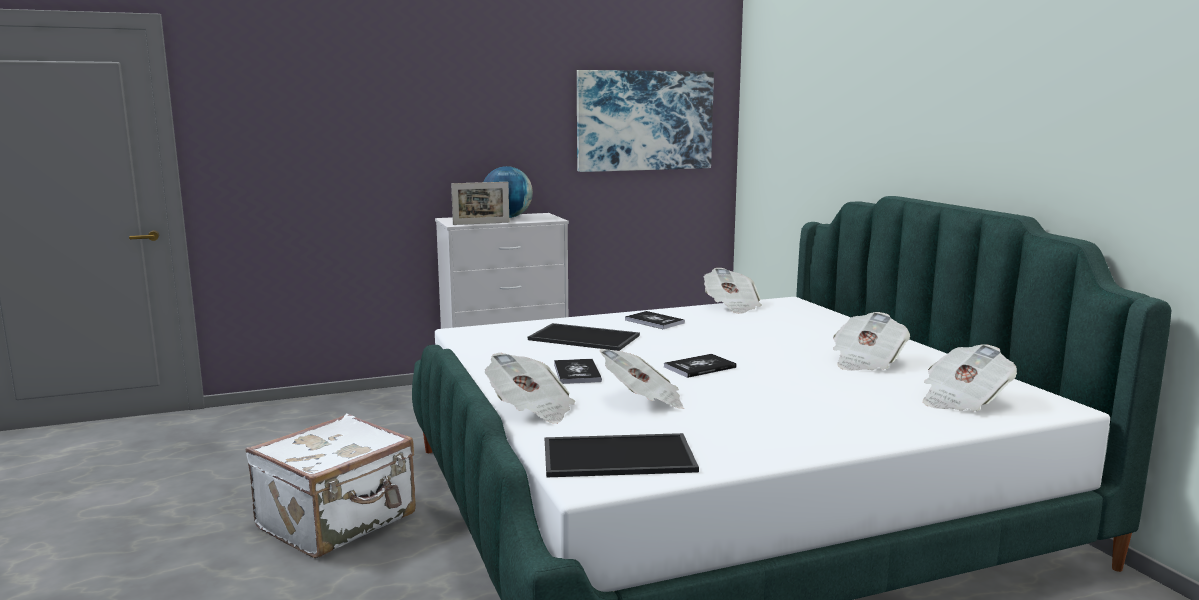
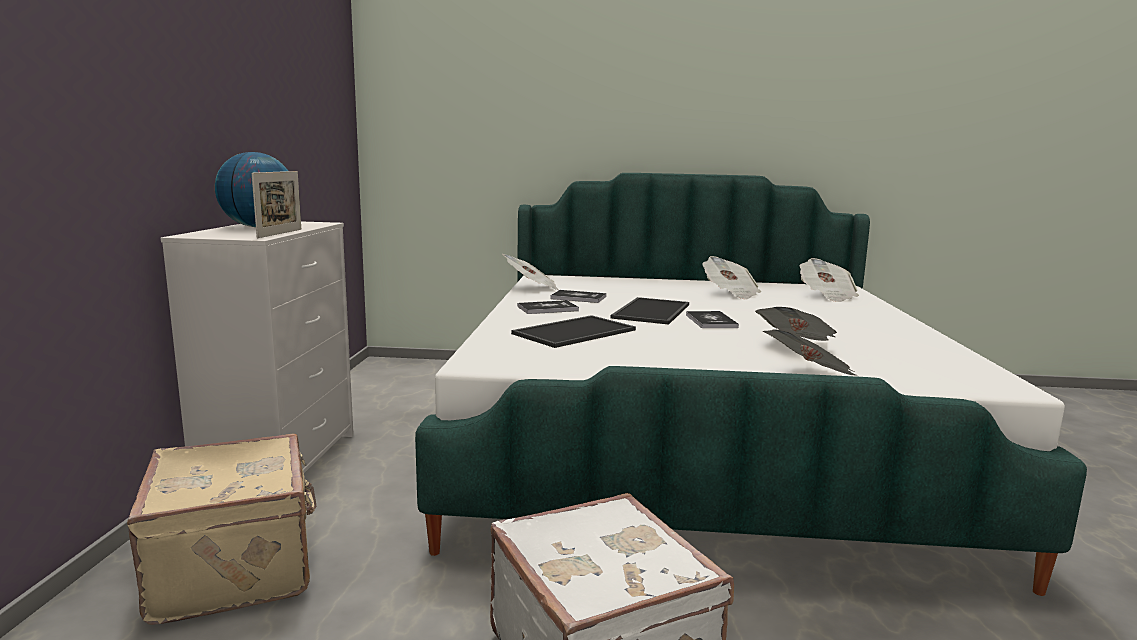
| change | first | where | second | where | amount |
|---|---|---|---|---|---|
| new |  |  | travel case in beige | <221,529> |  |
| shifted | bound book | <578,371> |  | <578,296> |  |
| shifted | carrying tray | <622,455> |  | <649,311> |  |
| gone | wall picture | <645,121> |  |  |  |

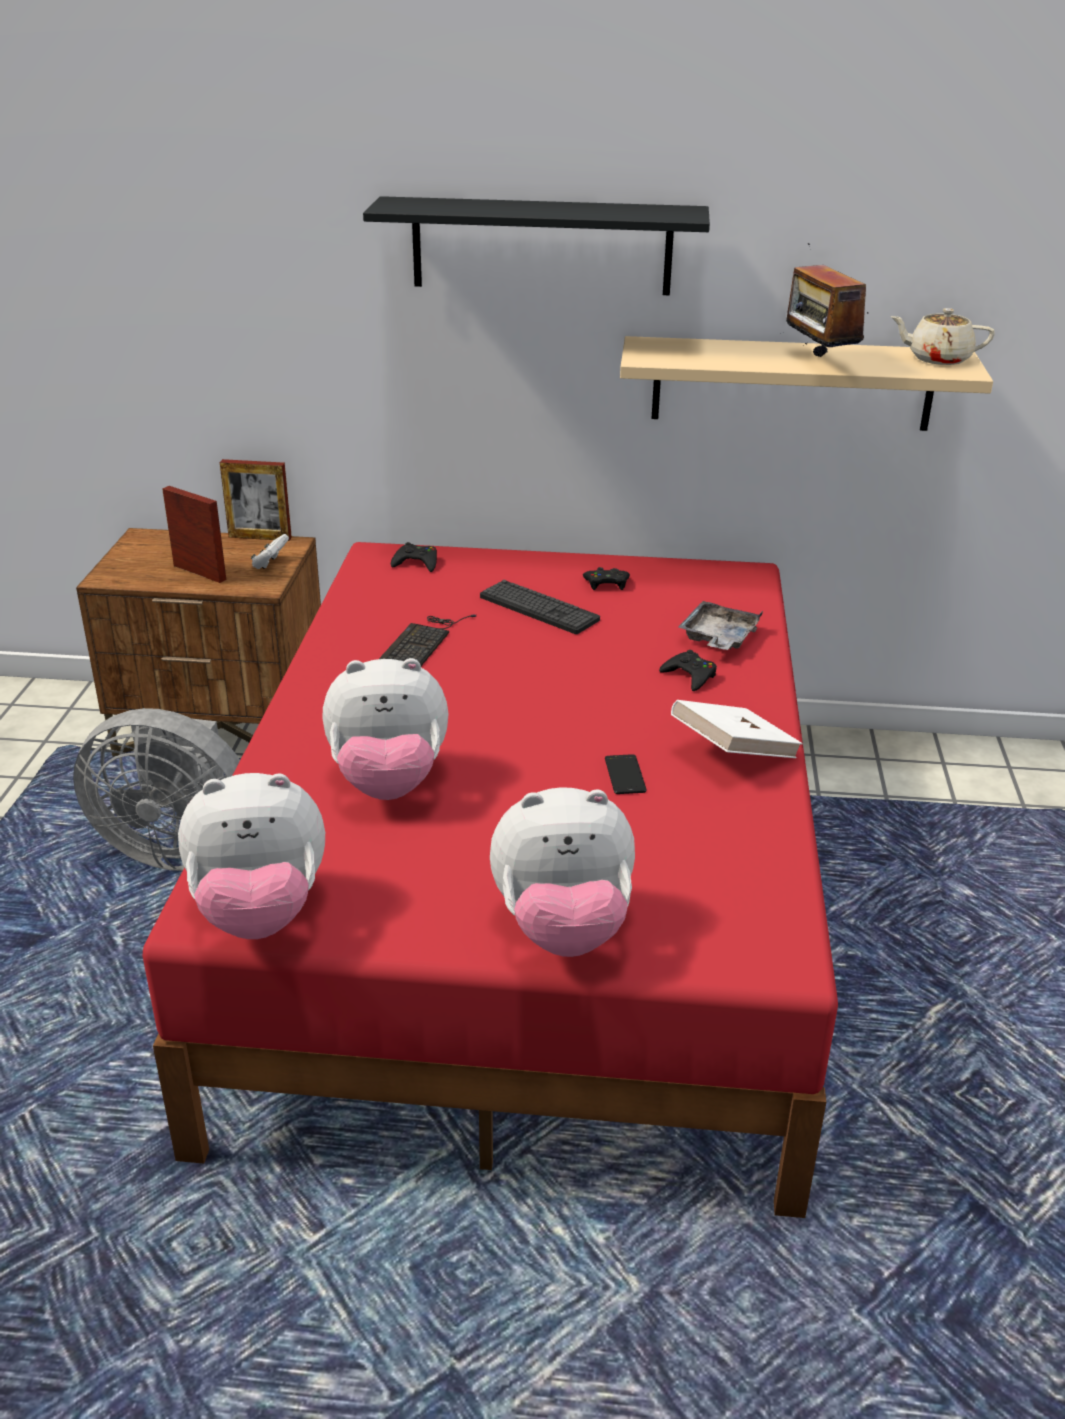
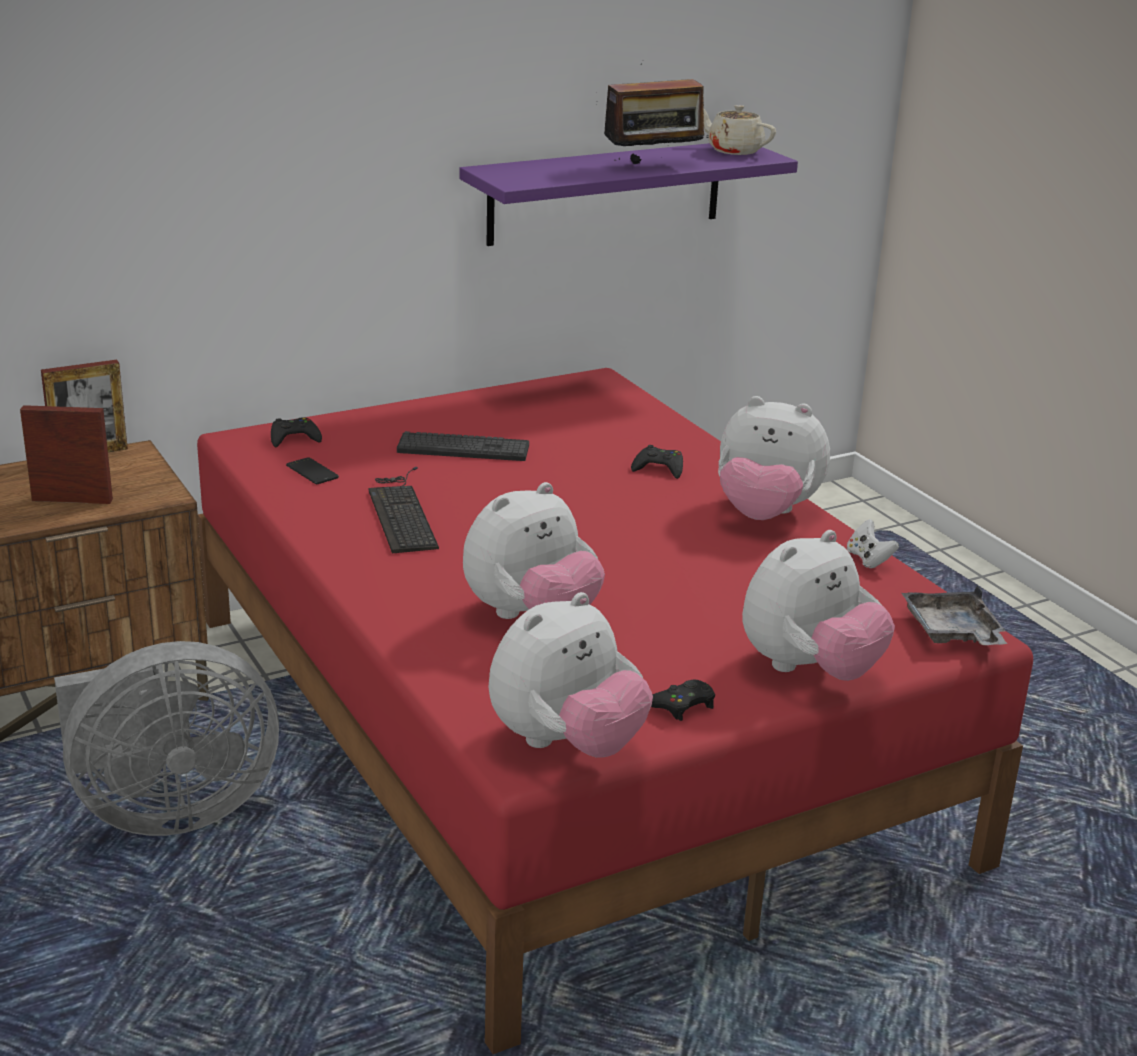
| change | first | where | second | where | amount |
|---|---|---|---|---|---|
| shifted | handset | <625,774> |  | <312,470> |  |
| repainted | wall shelf in beige | <806,383> | wall shelf in purplish | <628,194> |  |
| rotated | radio | <824,300> |  | <653,114> | 60 degrees counterclockwise |
| shifted | gamepad in black | <606,578> |  | <683,700> |  |
| rotated | pot for tea in beige | <942,336> |  | <740,130> | 60 degrees clockwise |
| swapped | bound book in white-coloured | <737,729> | soft toy | <774,458> |  |
| shifted | gamepad in white-coloured | <270,551> |  | <873,543> |  |
| shifted | carrying tray in greyish | <720,625> |  | <954,615> |  |
| gone | wall shelf in black | <536,245> |  |  |  |

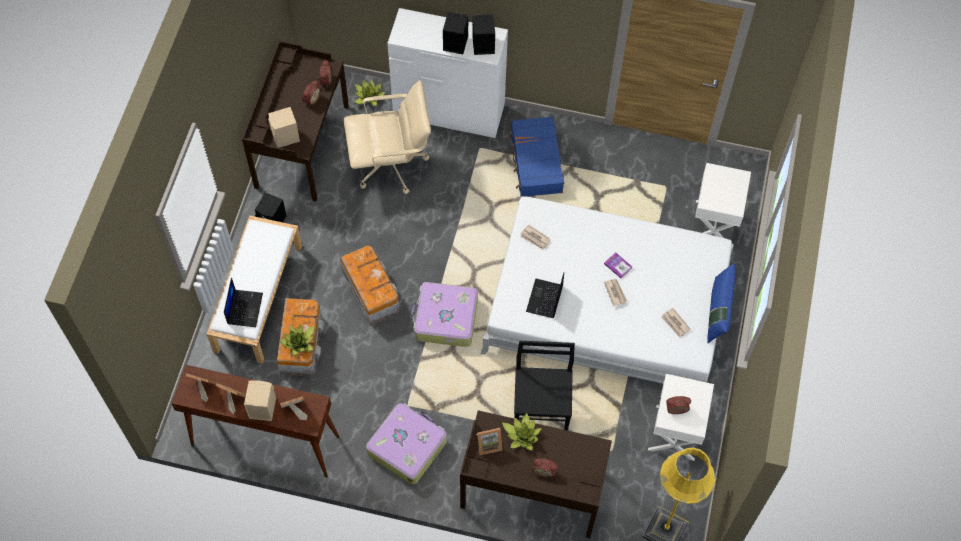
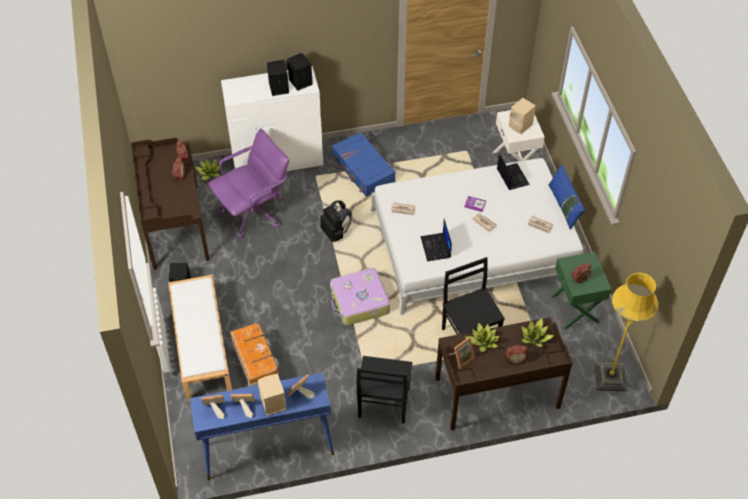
| change | first | where | second | where | amount |
|---|---|---|---|---|---|
| repainted | hall table in brown-coloured | <255,421> | hall table in blue-coloured | <262,427> |  |
| repainted | office chair in beige | <387,137> | office chair in purplish | <248,182> |  |
| new |  |  | backpack in black | <336,221> |  |
| swapped | travel case | <406,444> | plain chair in black | <384,389> |  |
| shifted | laptop | <243,302> |  | <513,172> |  |
| shifted | loudspeaker in beige | <284,127> |  | <522,116> |  |
| shifted | potted plant | <297,339> |  | <537,332> |  |
| repainted | night table in white-coloured | <681,417> | night table in green | <581,290> |  |
| gone | storage box | <370,285> |  |  |  |

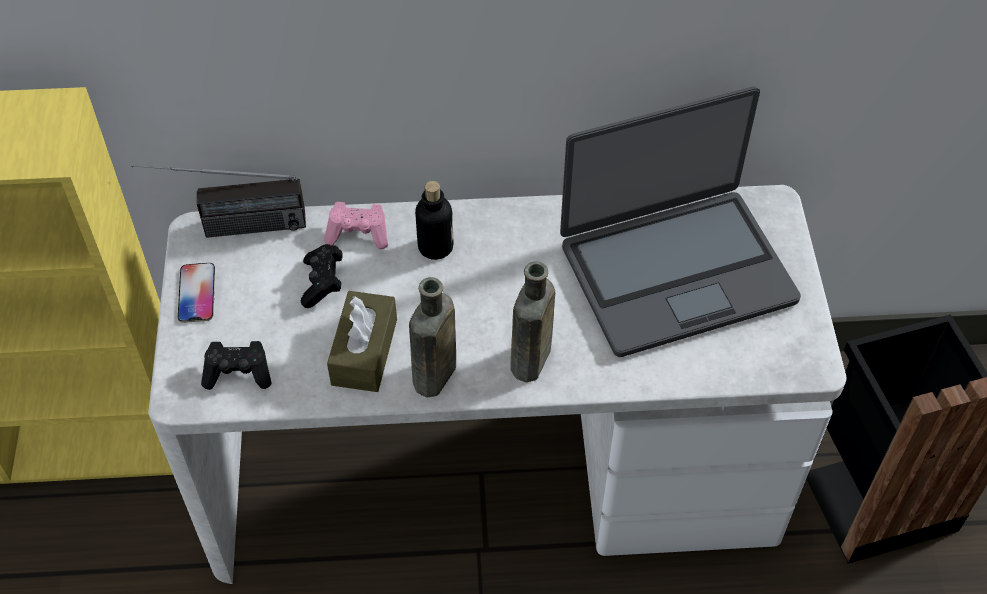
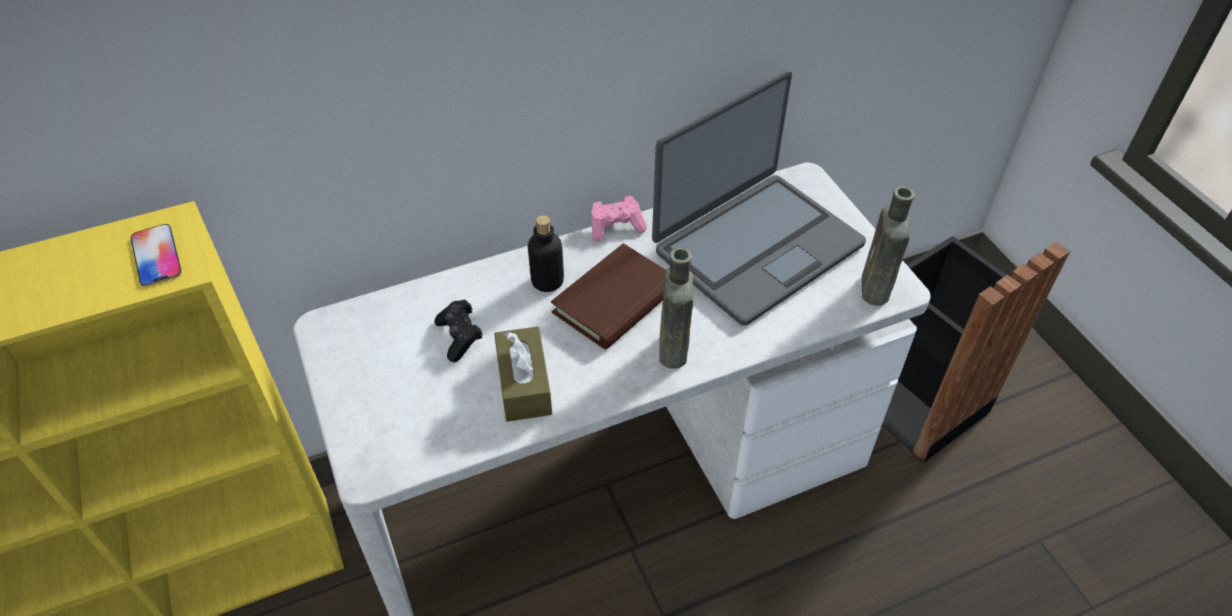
| change | first | where | second | where | amount |
|---|---|---|---|---|---|
| shifted | handset | <196,293> |  | <156,255> |  |
| new |  |  | bound book in brown-coloured | <608,296> |  |
| shifted | gamepad in pinkish | <356,225> |  | <619,218> |  |
| shifted | drink bottle in brown-coloured | <432,337> |  | <888,246> |  |
| gone | radio | <218,201> |  |  |  |
| gone | gamepad in black | <236,365> |  |  |  |

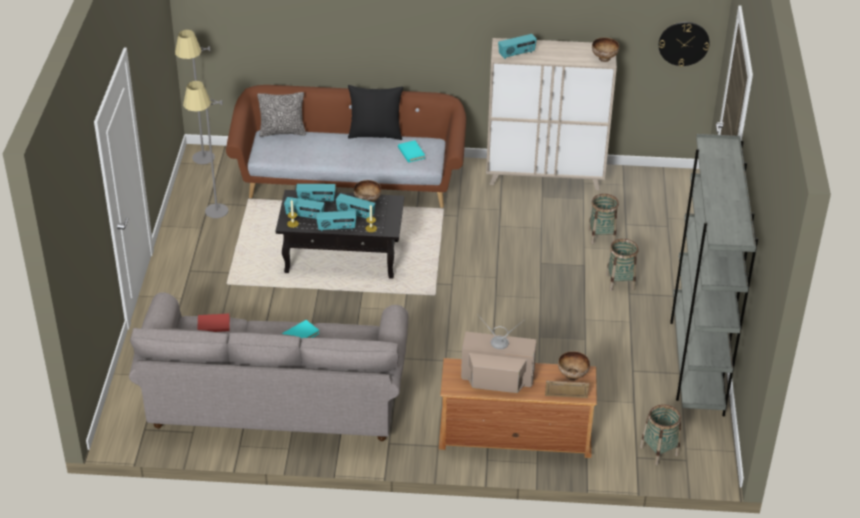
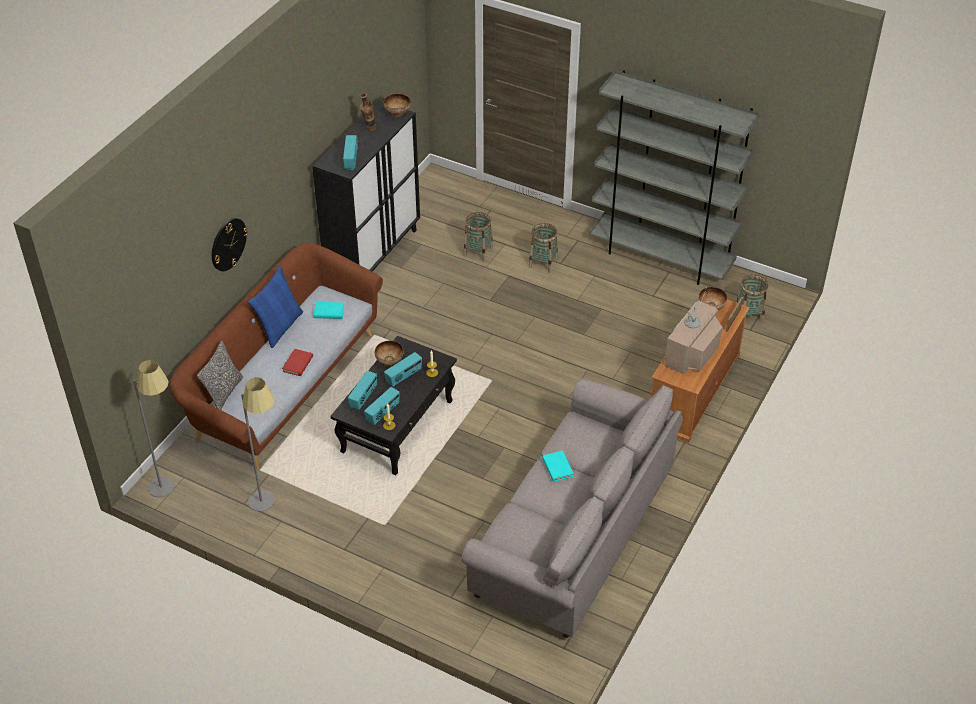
| change | first | where | second | where | amount |
|---|---|---|---|---|---|
| shifted | hanging clock | <684,44> |  | <230,244> |  |
| repainted | cushion in black | <375,112> | cushion in blue-coloured | <275,307> |  |
| shifted | bound book in red | <214,323> |  | <297,362> |  |
| repainted | cabinet in beige | <551,114> | cabinet in black | <366,186> |  |
| new |  |  | flower vase | <367,111> |  |
| gone | radio | <336,221> |  |  |  |

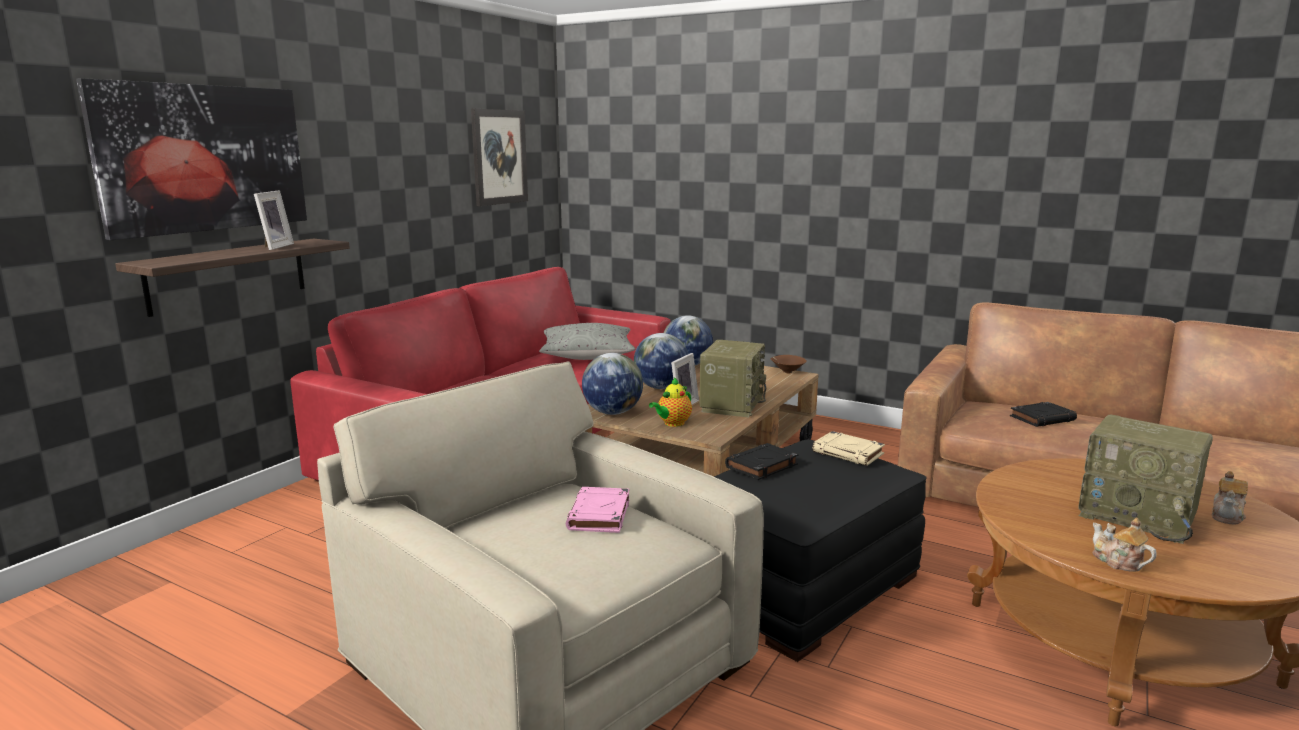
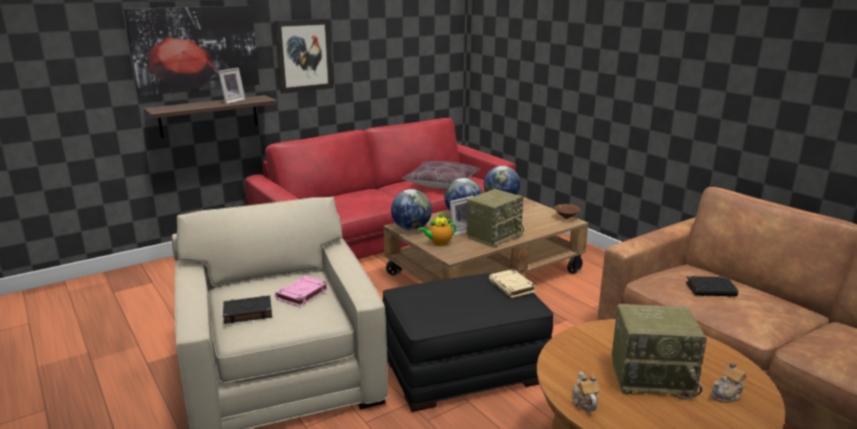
| change | first | where | second | where | amount |
|---|---|---|---|---|---|
| shifted | bound book in black | <761,461> |  | <247,309> |  |
| shifted | wall picture | <499,157> |  | <304,56> |  |
| repainted | cushion in greyish | <587,341> | cushion in brown-coloured | <441,174> |  |
| rotated | radio | <1145,479> |  | <659,352> | 60 degrees counterclockwise |

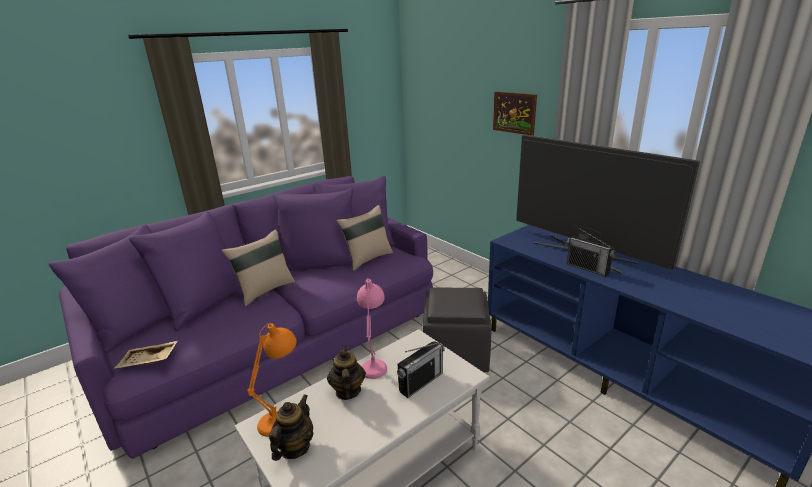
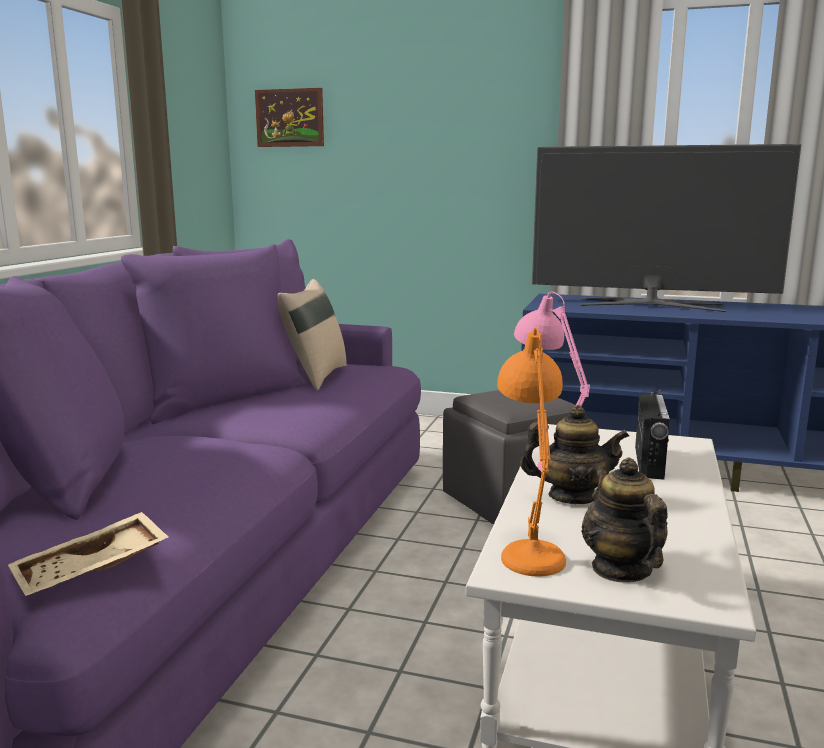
| change | first | where | second | where | amount |
|---|---|---|---|---|---|
| shifted | wall picture | <515,114> |  | <289,117> |  |
| rotated | pot for tea | <346,372> |  | <574,454> | 135 degrees clockwise |
| gone | cushion in beige | <258,267> |  |  |  |
| gone | radio | <591,252> |  |  |  |

